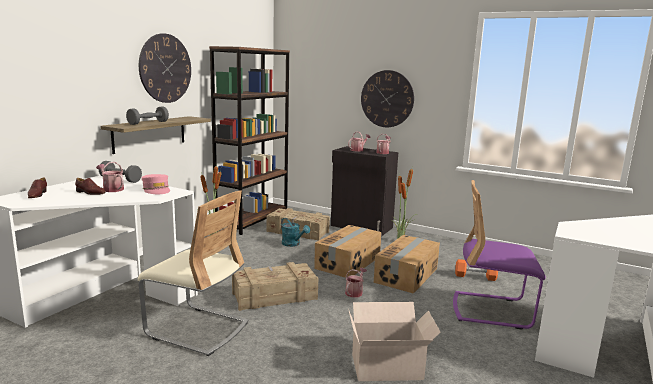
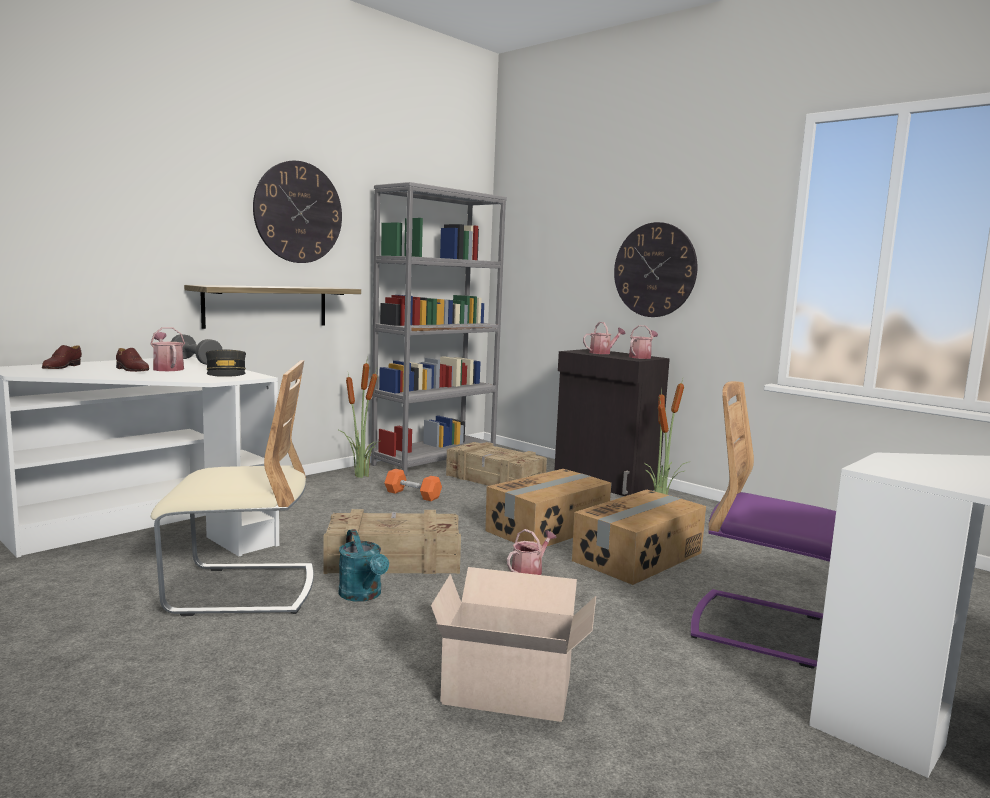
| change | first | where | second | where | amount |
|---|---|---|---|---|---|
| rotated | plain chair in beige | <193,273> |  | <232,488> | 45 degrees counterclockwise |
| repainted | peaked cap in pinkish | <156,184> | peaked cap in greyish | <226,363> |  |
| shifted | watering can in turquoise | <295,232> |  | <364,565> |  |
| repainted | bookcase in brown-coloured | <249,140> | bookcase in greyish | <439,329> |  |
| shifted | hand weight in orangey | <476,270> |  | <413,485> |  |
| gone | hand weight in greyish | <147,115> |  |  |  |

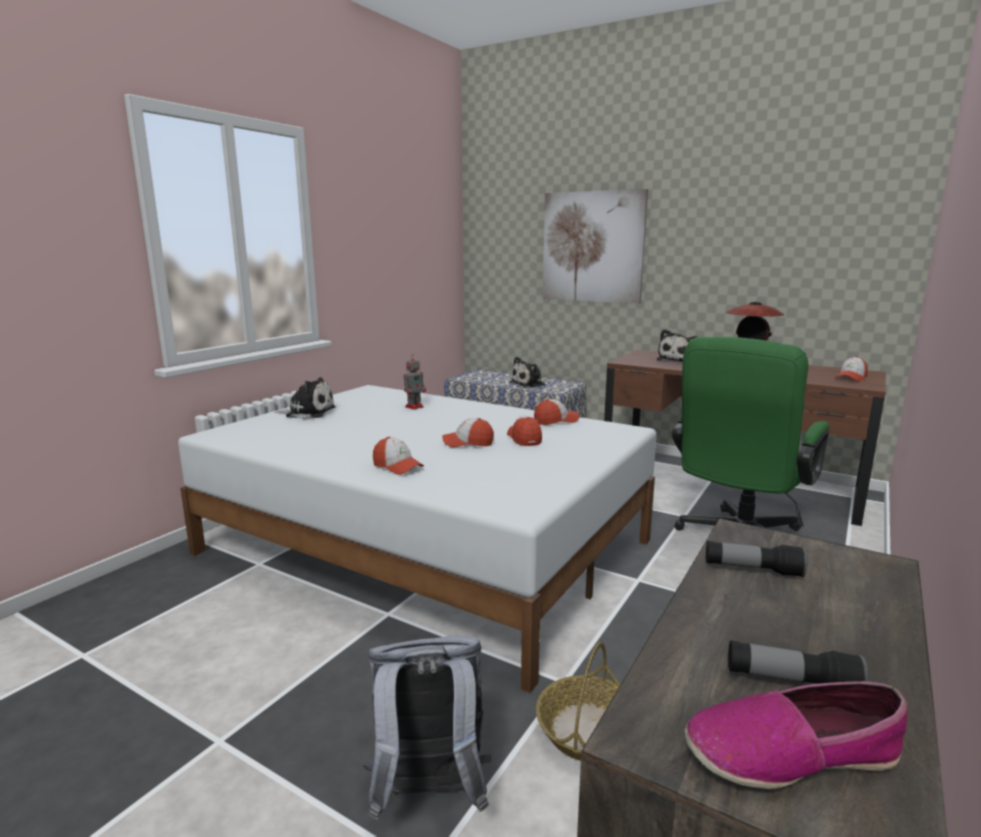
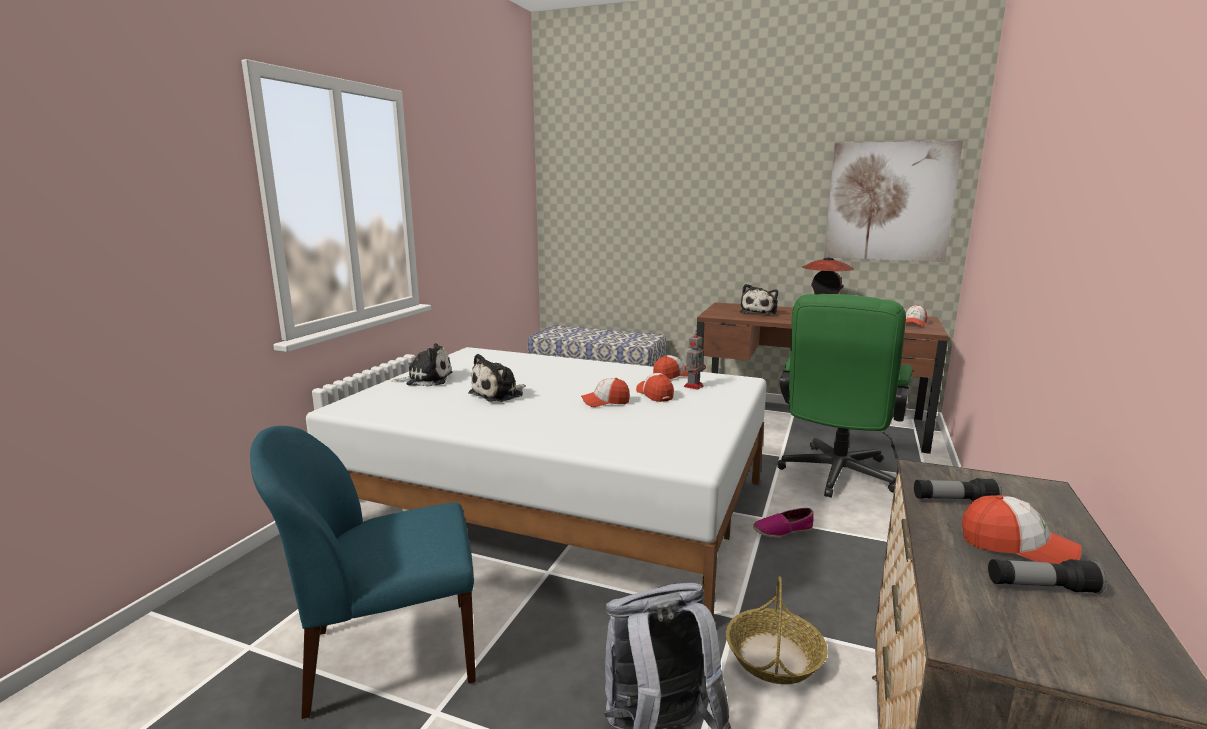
| change | first | where | second | where | amount |
|---|---|---|---|---|---|
| new |  |  | plain chair in blue-coloured | <363,572> |  |
| shifted | soft toy | <528,372> |  | <497,378> |  |
| shifted | robot figure | <415,382> |  | <695,360> |  |
| shifted | item of footwear | <796,735> |  | <783,523> |  |
| shifted | wall picture | <595,246> |  | <893,201> |  |
| shifted | peaked cap | <398,456> |  | <1022,529> |  |

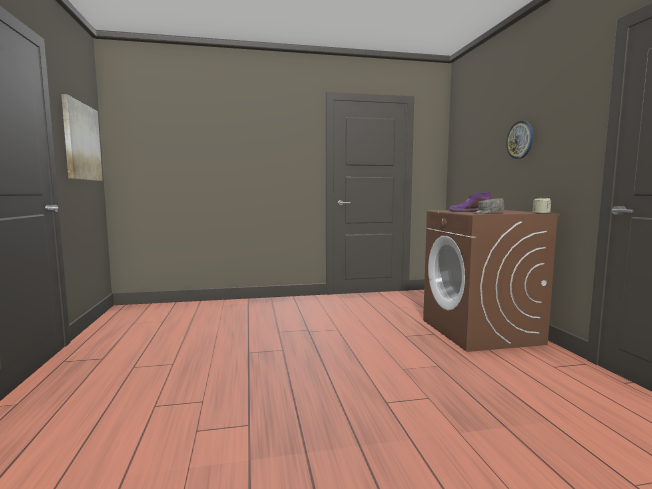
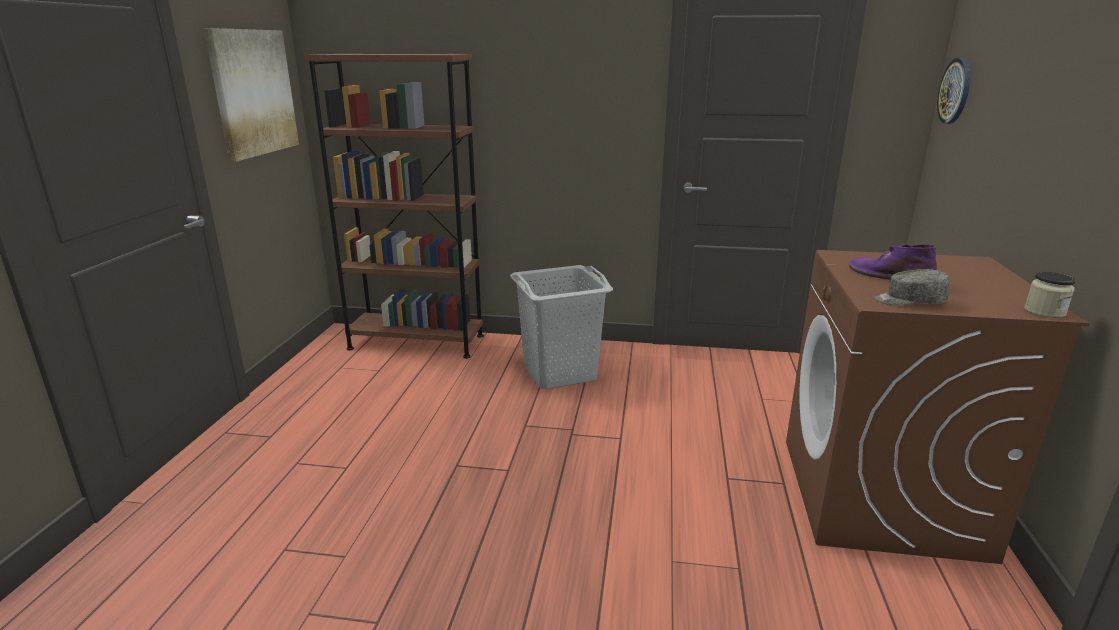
| change | first | where | second | where | amount |
|---|---|---|---|---|---|
| new |  |  | bookcase in brown-coloured | <394,206> |  |
| new |  |  | laundry basket in greyish | <561,327> |  |
| shifted | hanging clock | <520,140> |  | <953,91> |  |

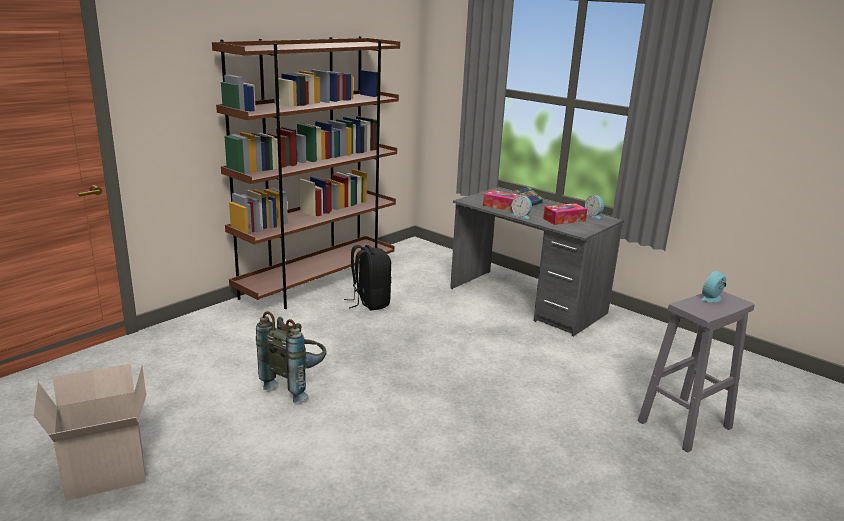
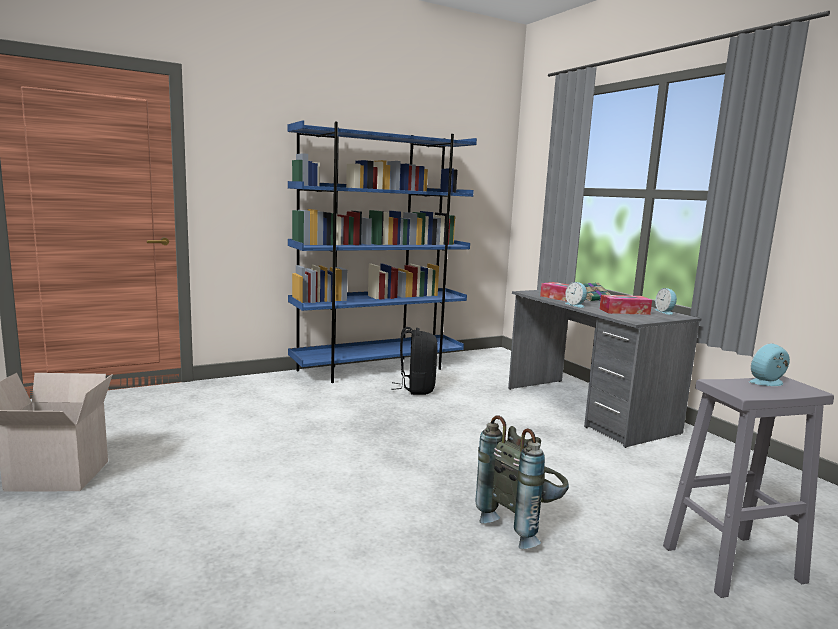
| change | first | where | second | where | amount |
|---|---|---|---|---|---|
| repainted | bookcase in brown-coloured | <306,172> | bookcase in blue-coloured | <382,251> |  |
| shifted | backpack in greyish | <291,357> |  | <522,482> |  |

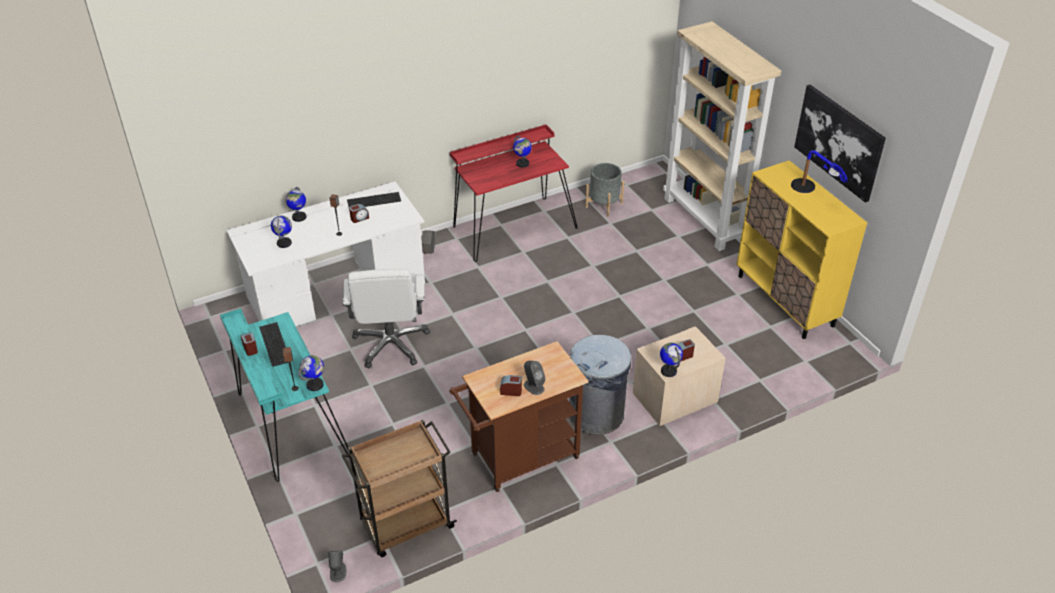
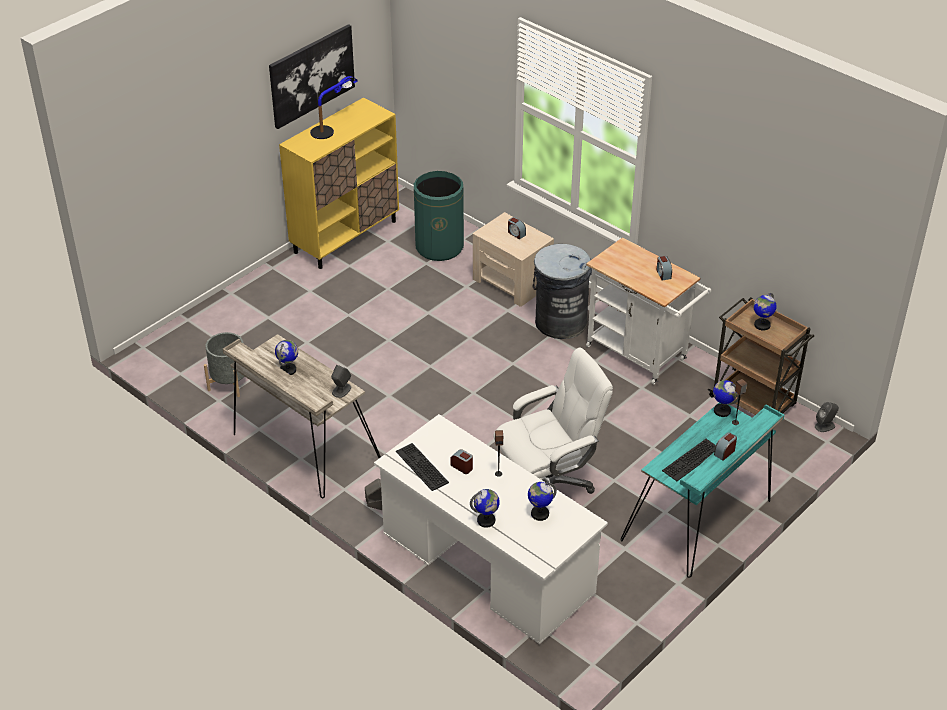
| change | first | where | second | where | amount |
|---|---|---|---|---|---|
| repainted | desk in red | <513,193> | desk in beige | <302,416> |  |
| shifted | loudspeaker in greyish | <534,378> |  | <341,381> |  |
| new |  |  | waste bin in green | <439,216> |  |
| repainted | trolley in brown-coloured | <518,416> | trolley in white-coloured | <648,311> |  |
| shifted | globe | <671,360> |  | <765,311> |  |
| gone | bookcase in beige | <722,136> |  |  |  |

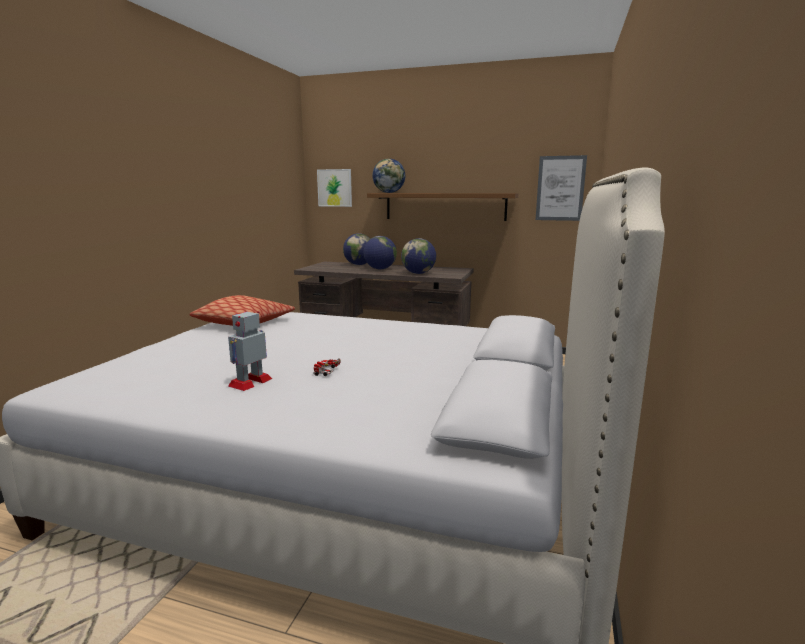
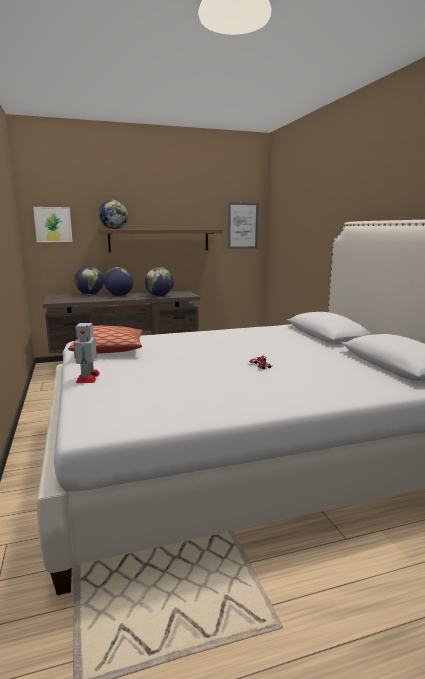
| change | first | where | second | where | amount |
|---|---|---|---|---|---|
| shifted | robot figure | <250,351> |  | <87,352> |  |

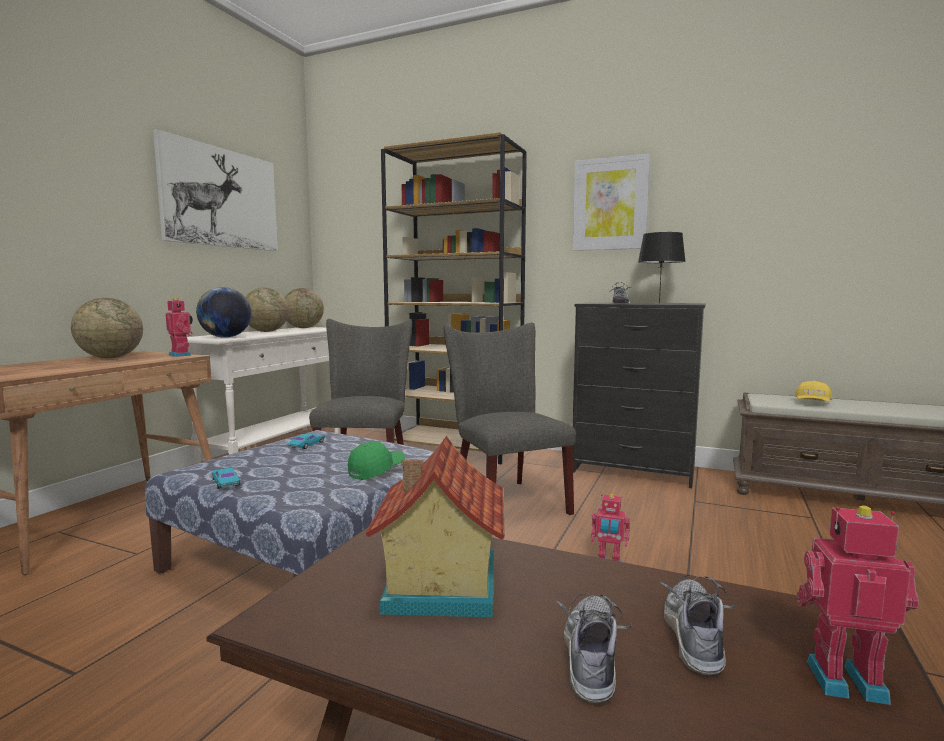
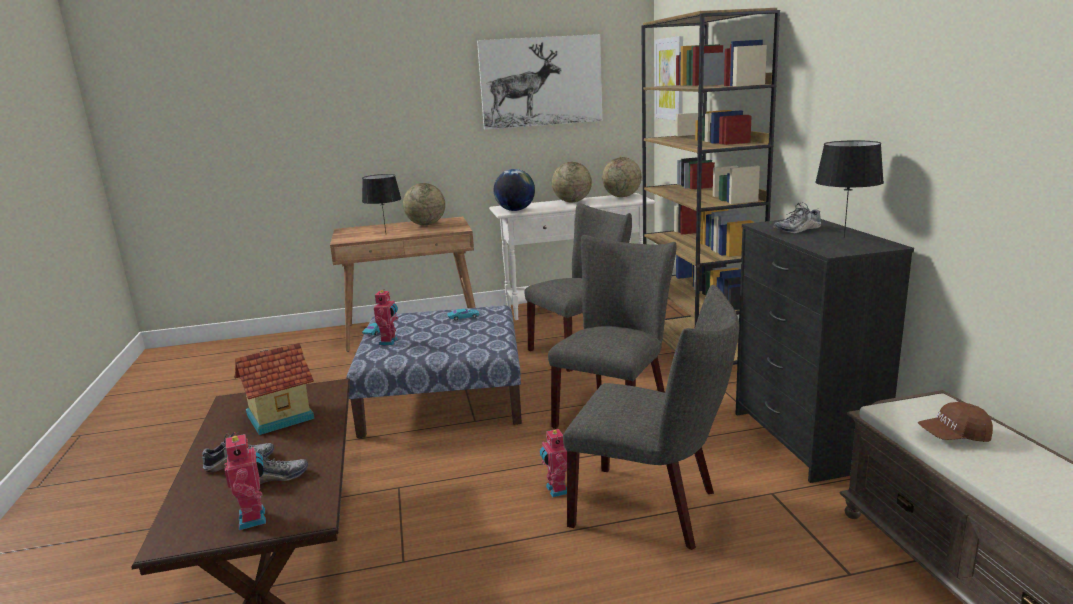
| change | first | where | second | where | amount |
|---|---|---|---|---|---|
| new |  |  | table lamp in black | <381,203> |  |
| shifted | robot figure | <179,327> |  | <386,317> |  |
| new |  |  | plain chair in greyish | <651,417> |  |
| shifted | wall picture | <611,202> |  | <669,78> |  |
| repainted | peaked cap in yellowish | <813,391> | peaked cap in brown-coloured | <955,422> |  |
| gone | peaked cap in green | <376,460> |  |  |  |

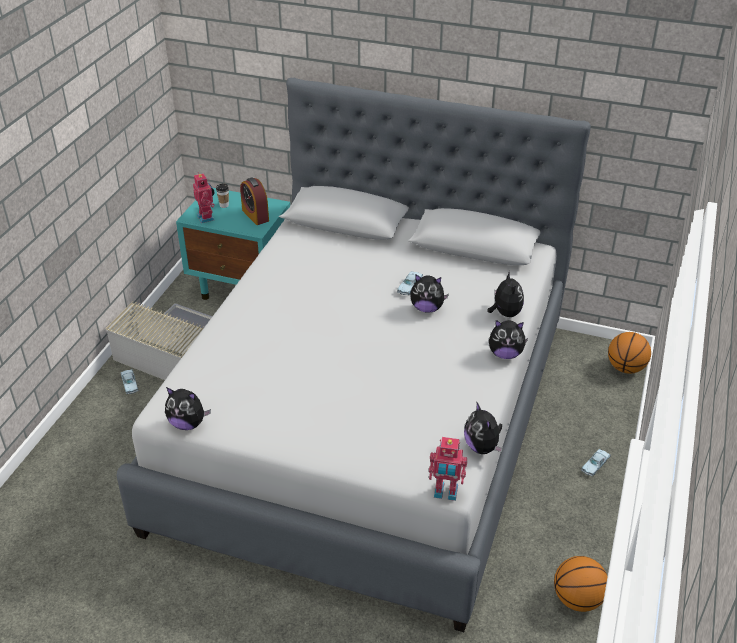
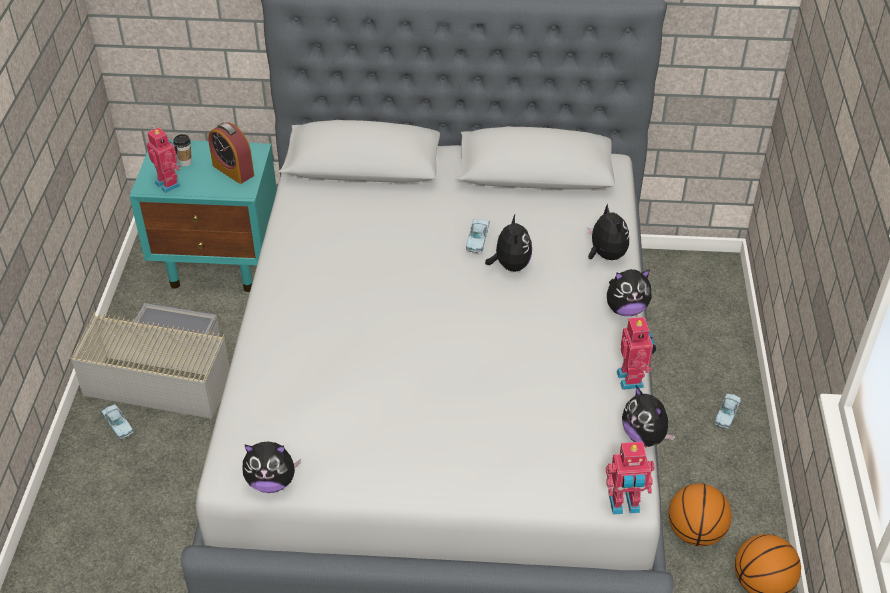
| change | first | where | second | where | amount |
|---|---|---|---|---|---|
| rotated | soft toy | <429,293> |  | <508,243> | 90 degrees counterclockwise |
| new |  |  | robot figure | <636,352> |  |
| shifted | basketball ball | <629,353> |  | <700,514> |  |

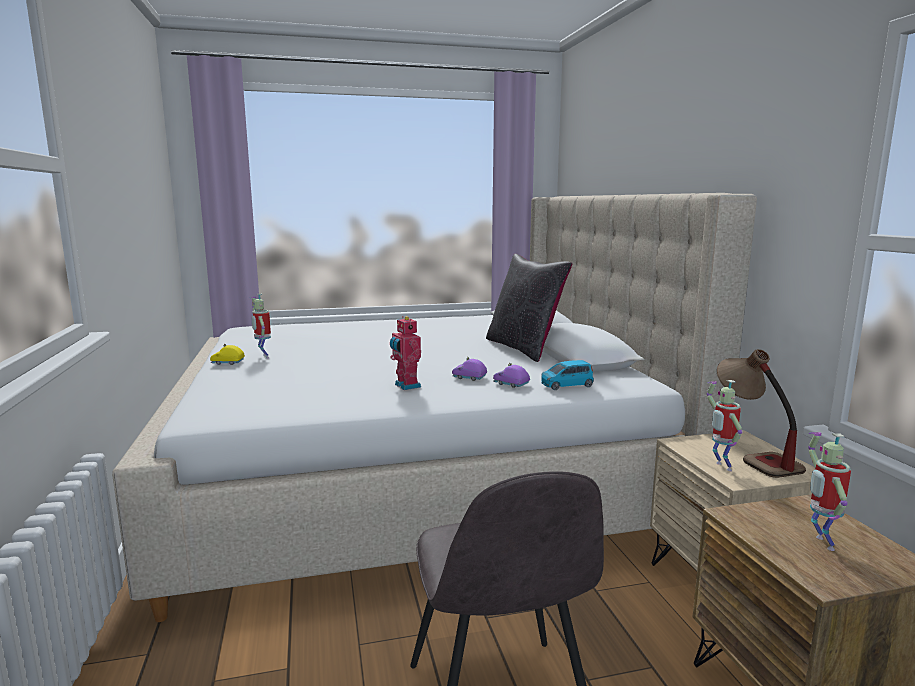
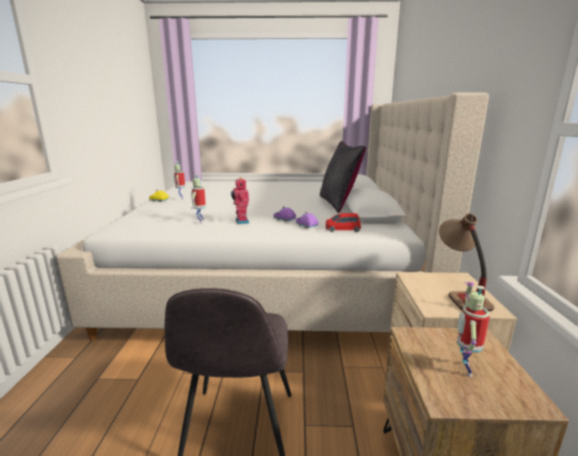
| change | first | where | second | where | amount |
|---|---|---|---|---|---|
| shifted | robot figure | <725,425> |  | <198,199> |  |
| repainted | toy car in blue-coloured | <567,375> | toy car in red | <343,222> |  |

